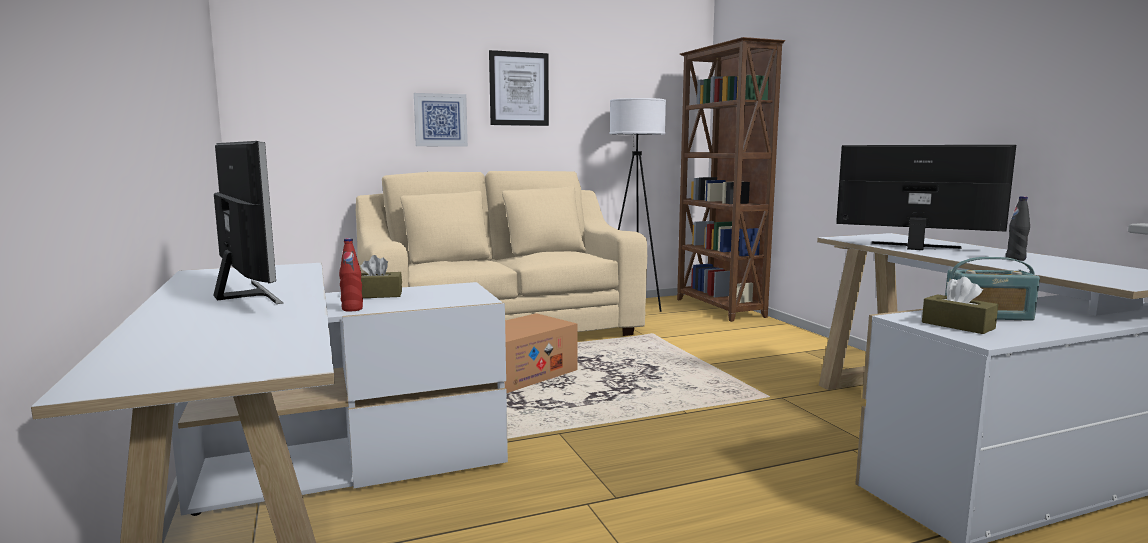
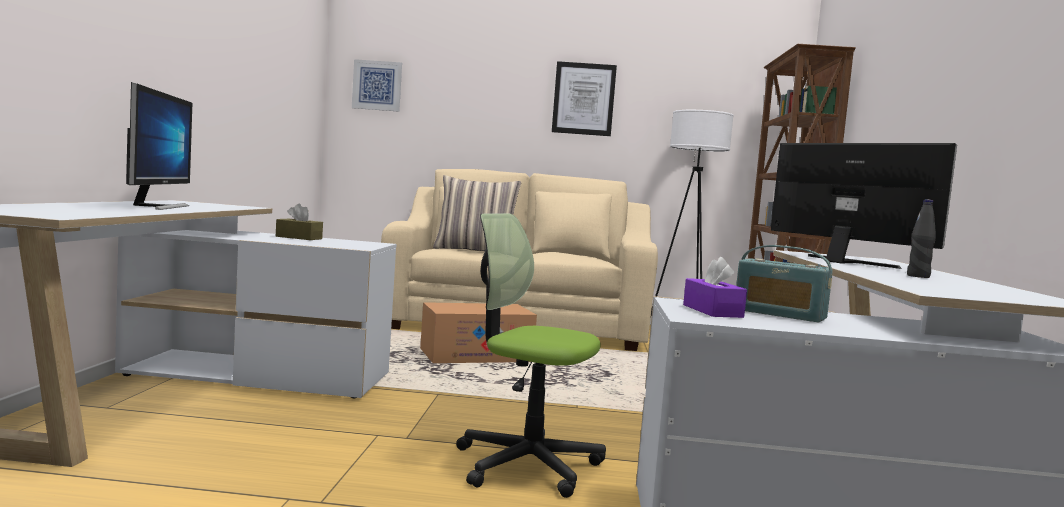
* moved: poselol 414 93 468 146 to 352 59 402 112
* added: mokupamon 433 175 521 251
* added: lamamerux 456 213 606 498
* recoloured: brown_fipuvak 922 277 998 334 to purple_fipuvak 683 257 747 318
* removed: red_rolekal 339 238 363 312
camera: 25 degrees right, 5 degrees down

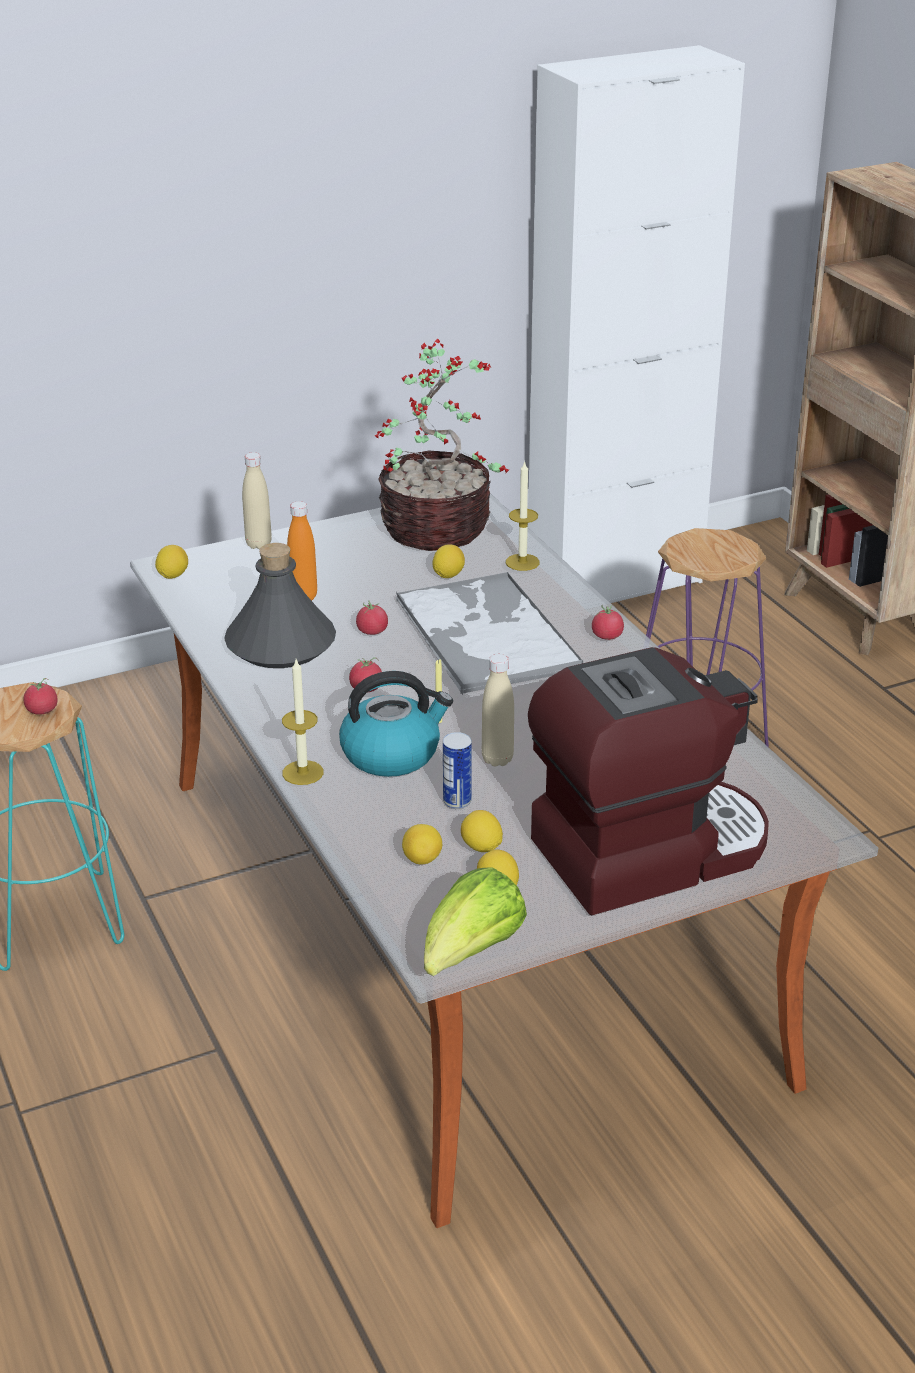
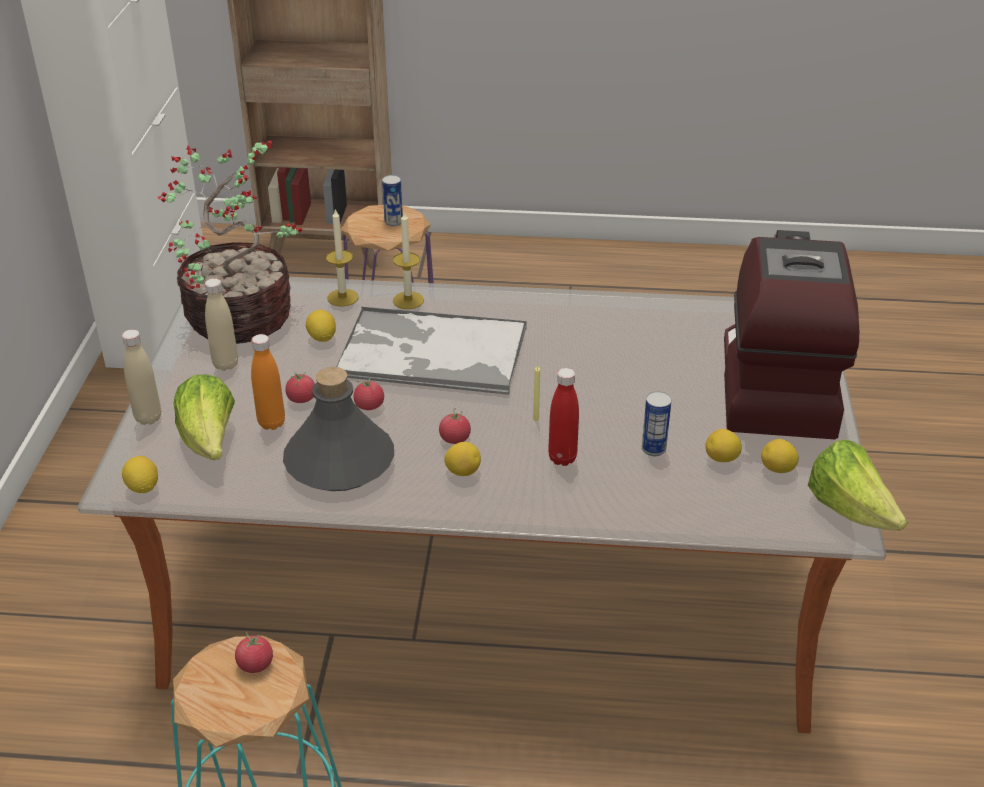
* added: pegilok 173 375 235 460
* moved: beige_rolekal 482 654 514 767 to 205 278 238 371
* moved: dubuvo 592 605 624 640 to 285 371 315 403
* added: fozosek 382 175 403 226
* moved: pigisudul 282 660 323 785 to 393 212 424 309
* moved: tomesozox 402 824 442 864 to 444 442 481 476
* replaced: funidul 339 671 453 777 to red_rolekal 548 368 579 466
camera: 60 degrees left, 5 degrees up

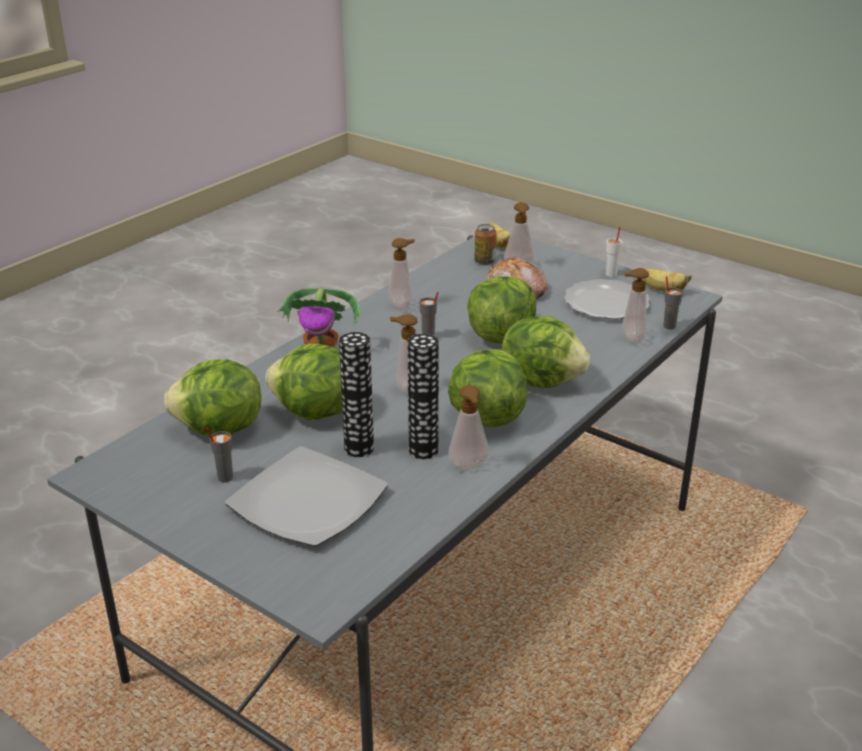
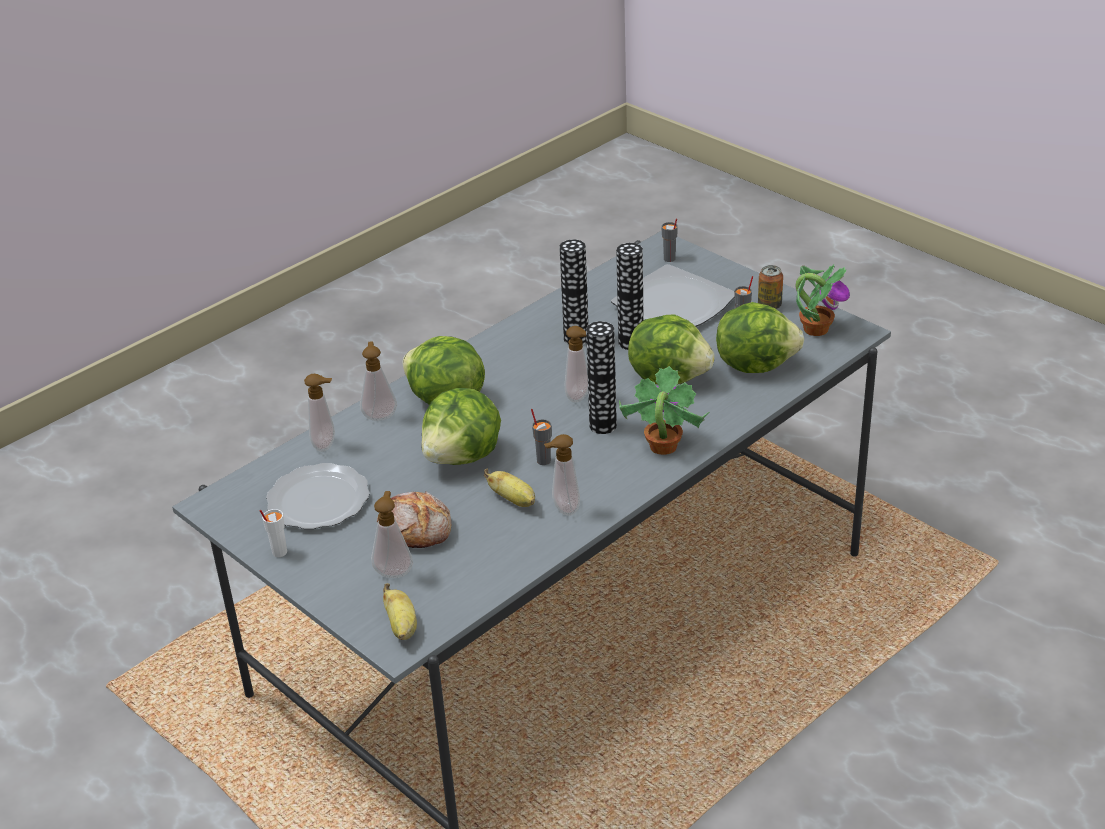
* moved: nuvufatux 448 385 488 471 to 360 341 397 421
* moved: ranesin 643 268 691 292 to 484 469 535 507
* added: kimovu 586 321 617 434
* moved: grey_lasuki 663 276 683 330 to 661 218 678 262
* moved: fozosek 474 224 497 265 to 758 265 783 309
* added: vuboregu 796 265 850 336
* removed: pegilok 448 349 527 427
camera: 170 degrees left, 5 degrees up

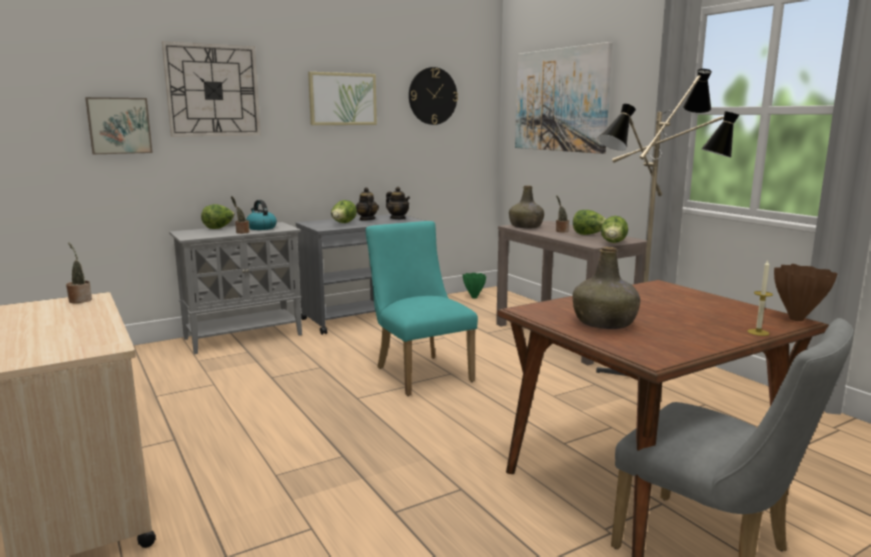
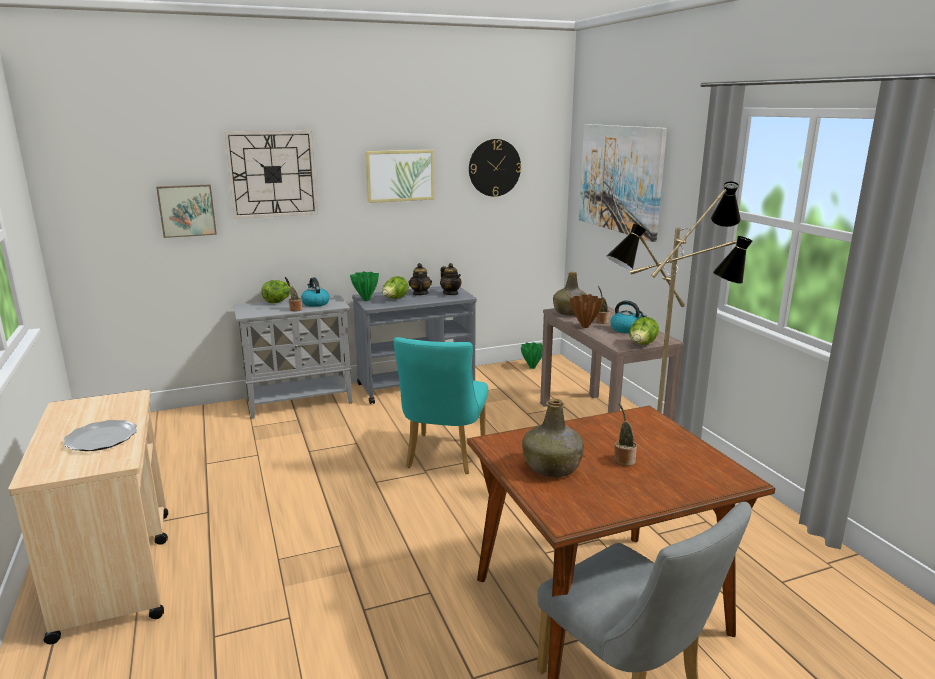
* added: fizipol 63 420 137 451
* added: green_kimovu 350 272 379 301
* turned: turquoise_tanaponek 366 221 478 396 = 394 337 488 474 150 degrees counterclockwise
* moved: brown_kimovu 774 264 838 321 to 570 294 604 328
* replaced: pegilok 573 210 606 235 to funidul 610 300 647 333
* moved: vuboregu 66 242 92 303 to 614 403 637 466
* removed: pigisudul 747 260 773 336
camera: 10 degrees right, 5 degrees up

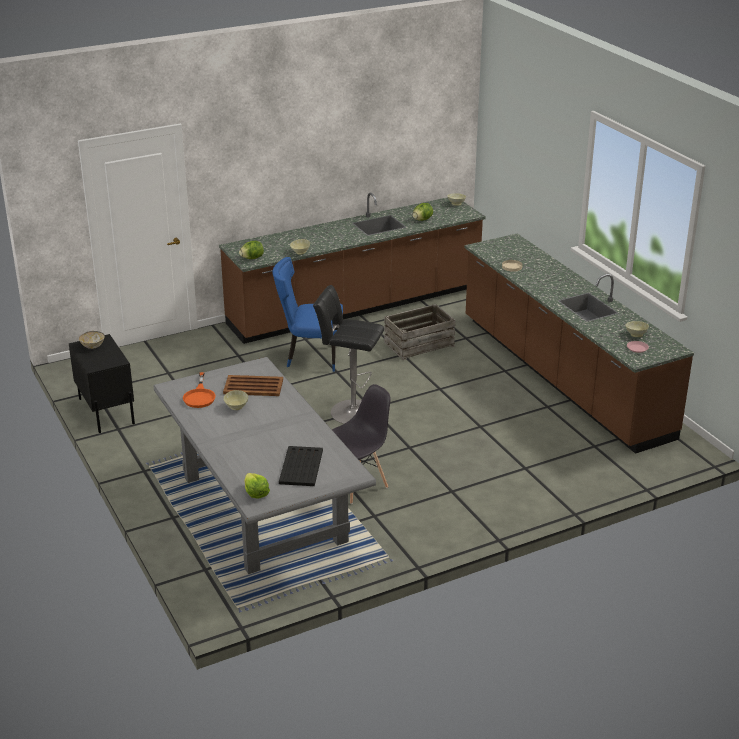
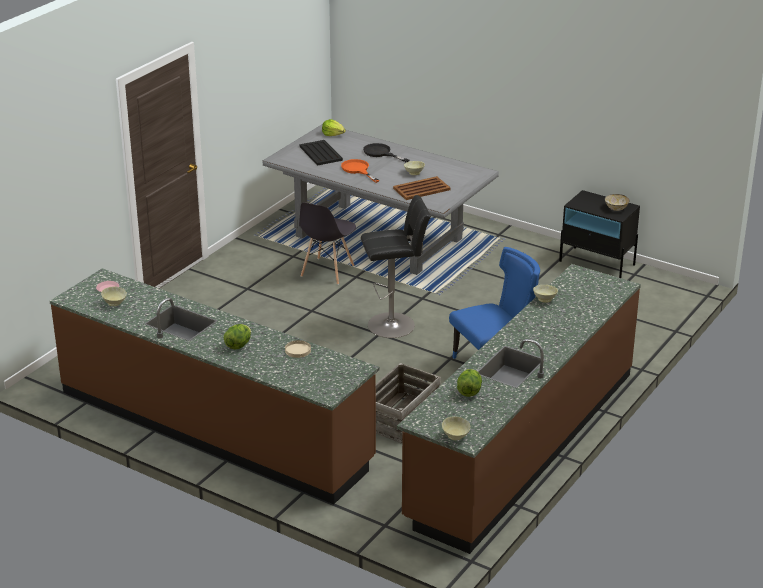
* moved: pegilok 239 241 264 259 to 224 324 251 350
* moved: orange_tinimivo 183 372 216 408 to 341 159 380 183
* added: black_tinimivo 363 143 409 163
camera: 150 degrees right, 0 degrees up

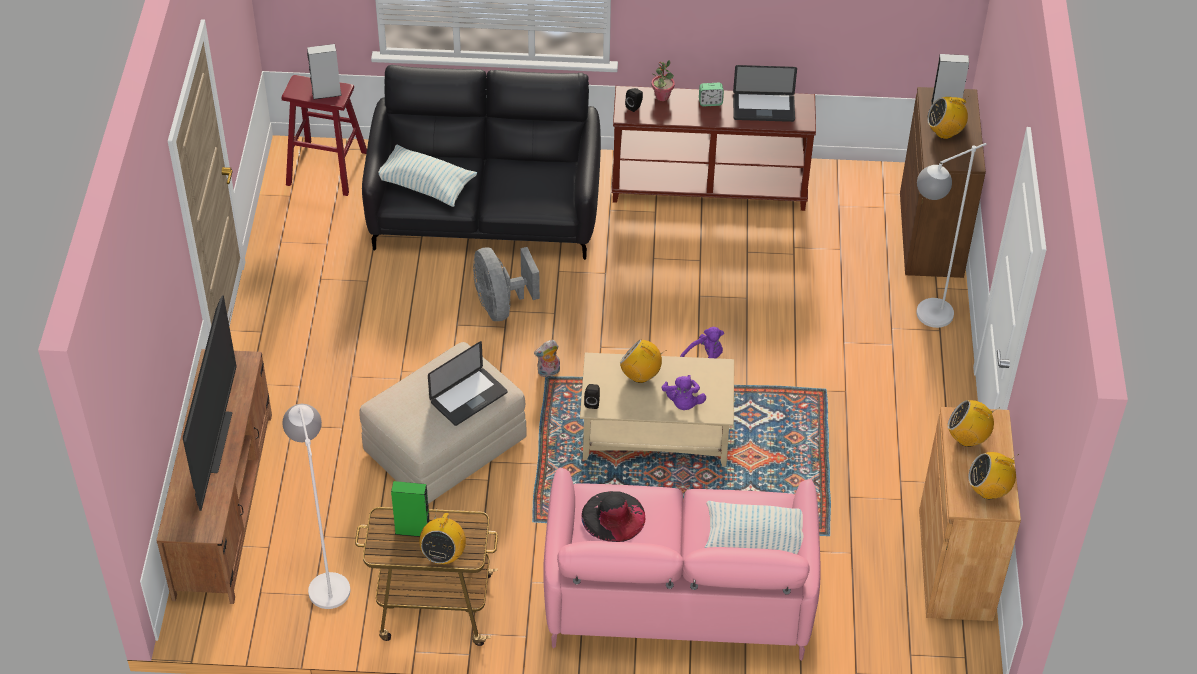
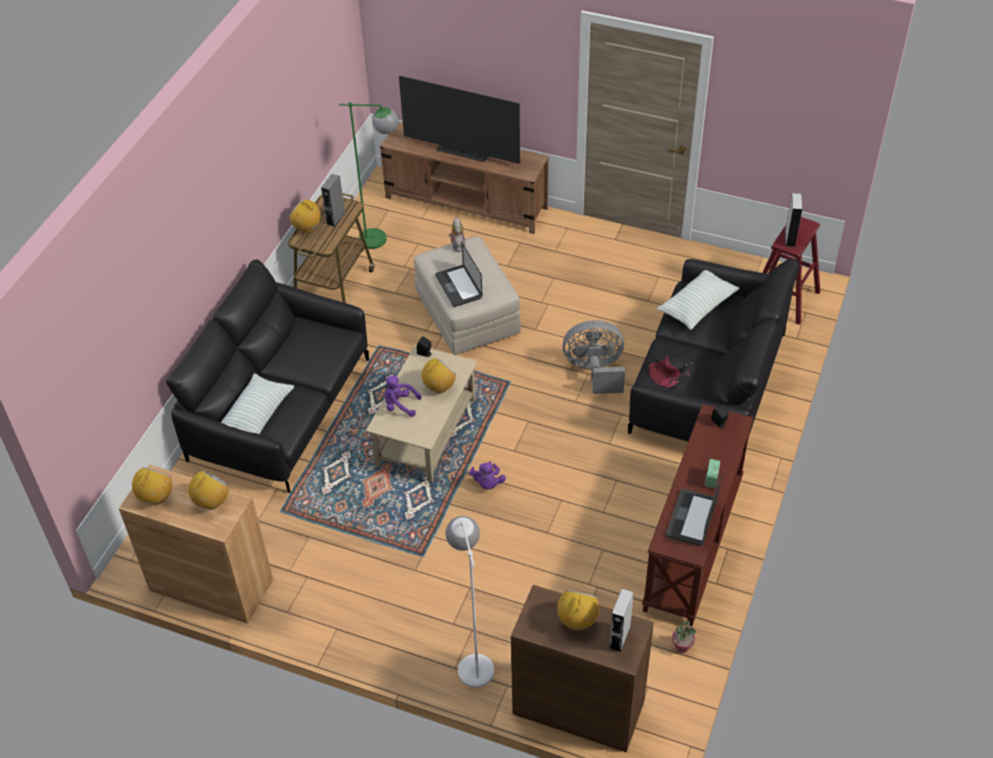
* recoloured: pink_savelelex 543 468 821 661 to black_savelelex 166 260 369 493
* recoloured: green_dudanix 391 481 430 537 to grey_dudanix 321 174 345 227
* recoloured: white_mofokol 282 404 350 609 to green_mofokol 339 102 398 249
* moved: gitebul 534 340 560 377 to 449 217 466 252
* moved: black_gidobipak 582 491 646 542 to 648 351 697 389
* moved: vuboregu 651 60 675 101 to 672 620 696 653
camera: 110 degrees right, 0 degrees up

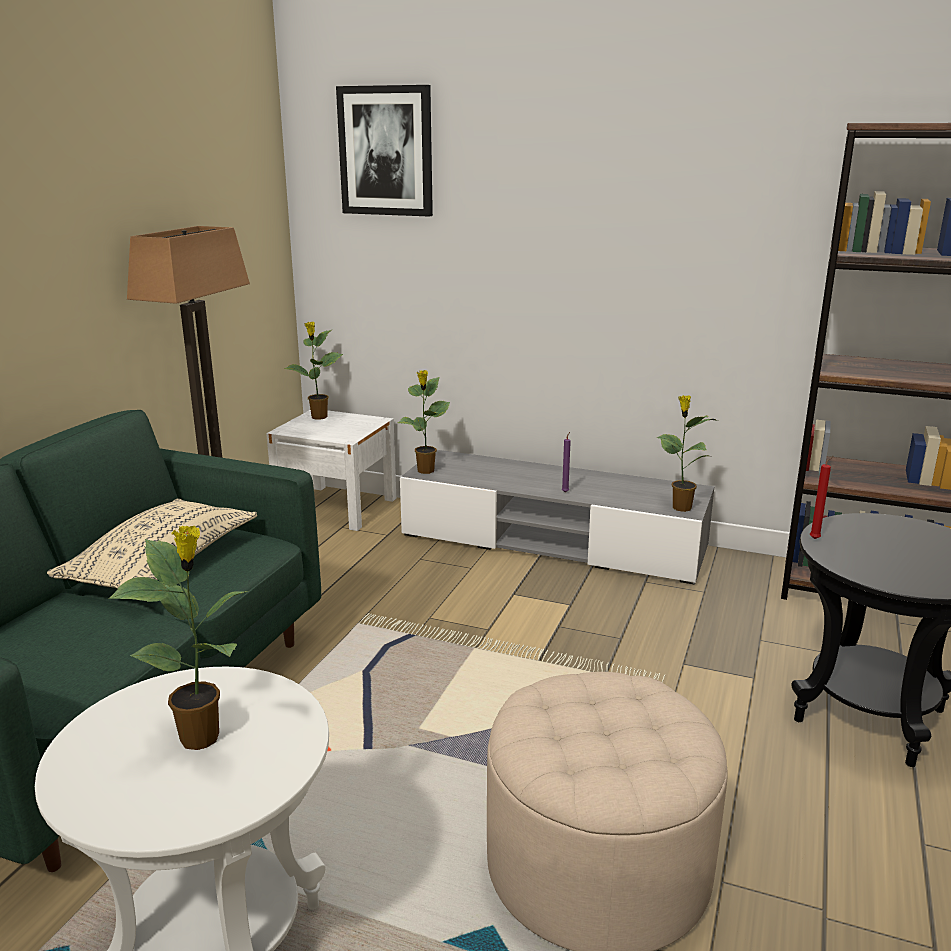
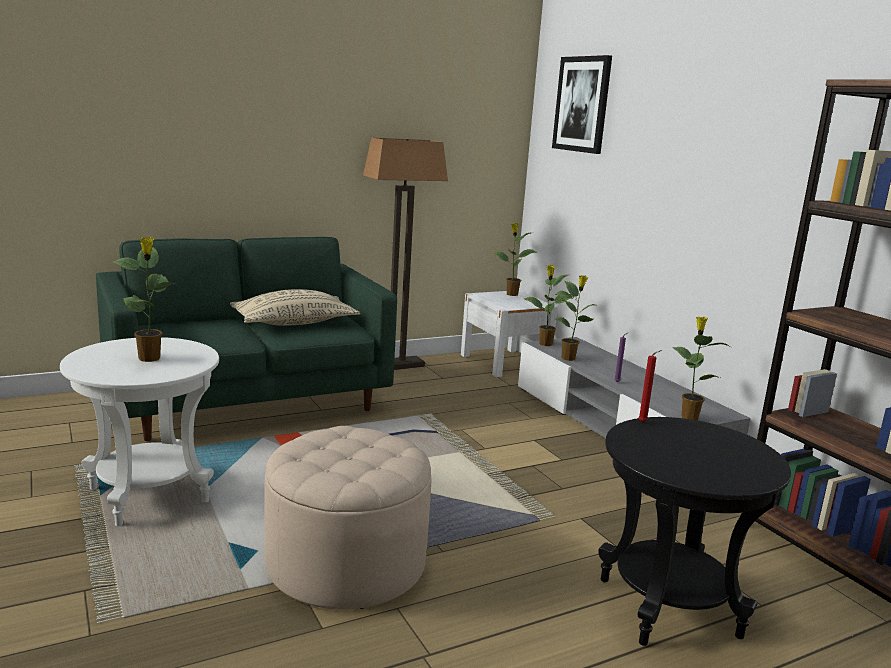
* added: vuboregu 555 275 595 361
camera: 40 degrees right, 5 degrees down

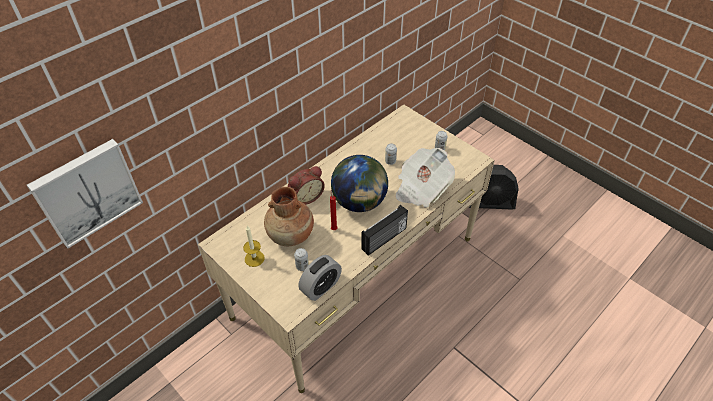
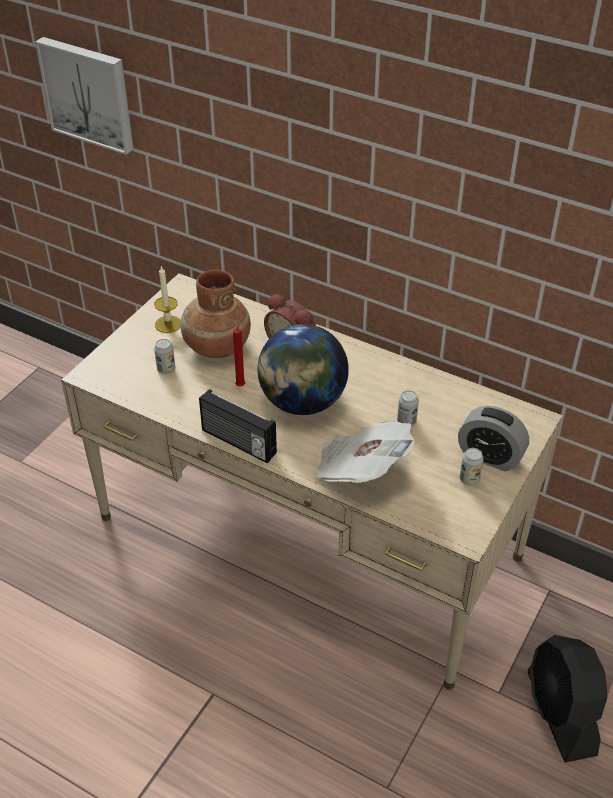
* moved: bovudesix 298 255 342 301 to 458 406 529 471
camera: 75 degrees right, 5 degrees down

